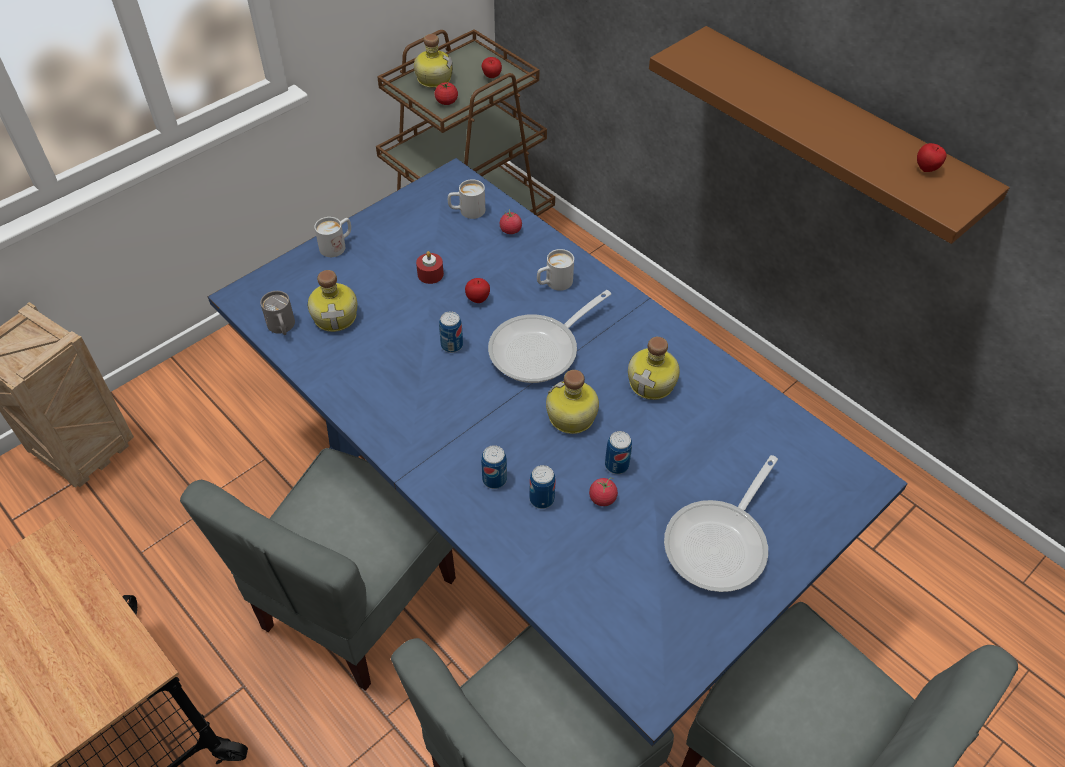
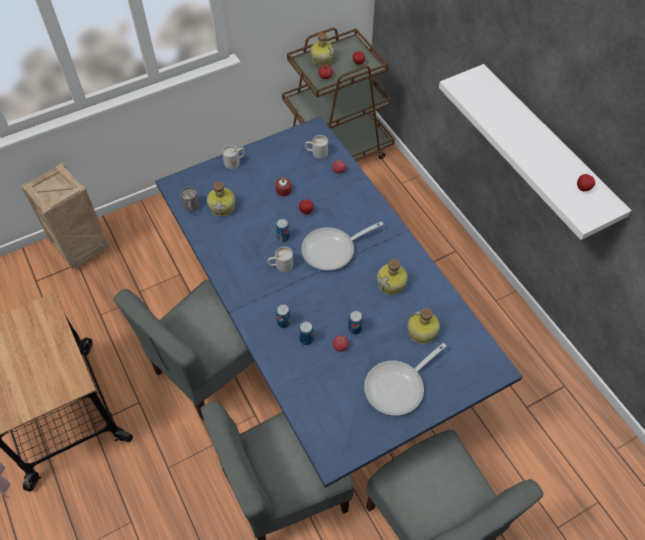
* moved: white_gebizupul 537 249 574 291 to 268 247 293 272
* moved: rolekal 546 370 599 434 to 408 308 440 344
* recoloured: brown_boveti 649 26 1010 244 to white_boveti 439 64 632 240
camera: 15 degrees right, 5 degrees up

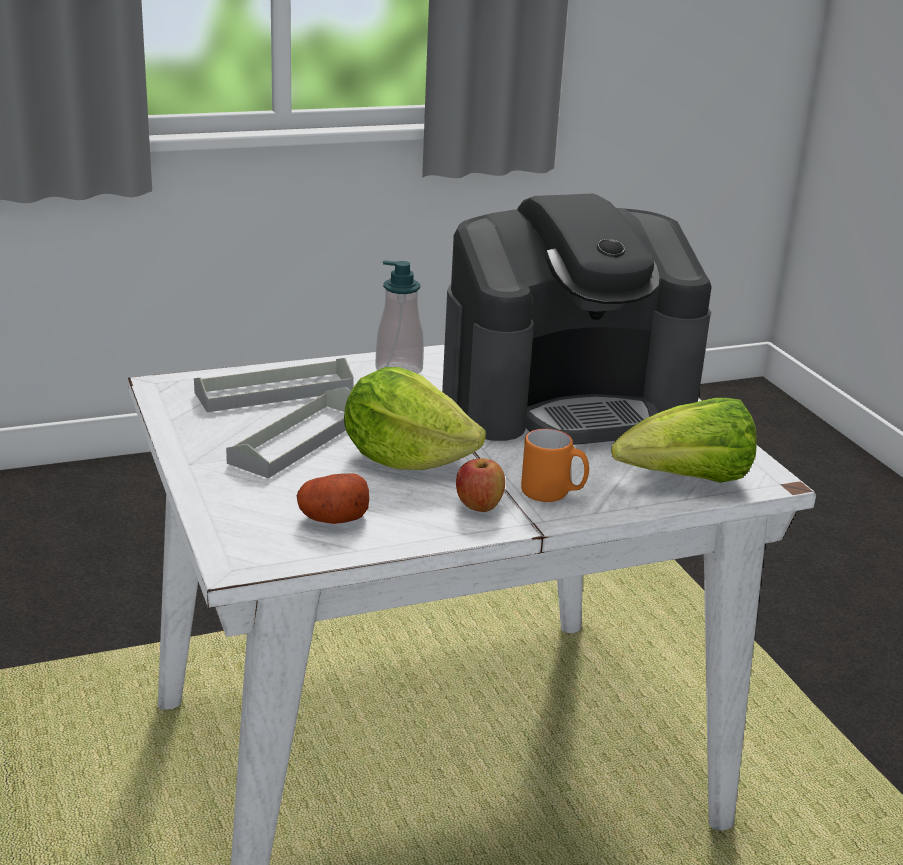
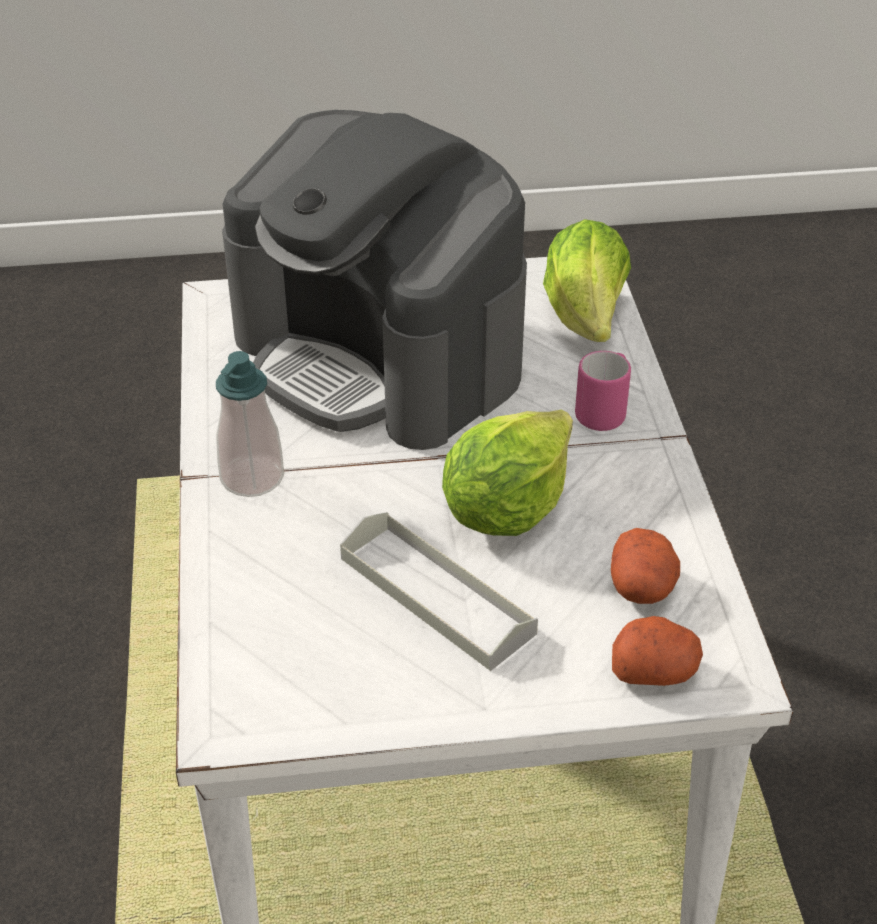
* turned: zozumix 442 193 712 445 = 222 110 527 450 135 degrees clockwise
* recoloured: orange_gebizupul 521 429 589 502 to pink_gebizupul 575 351 631 431
* added: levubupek 612 616 703 686
* removed: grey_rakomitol 194 358 354 412
* removed: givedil 456 458 505 512
camera: 75 degrees left, 15 degrees up

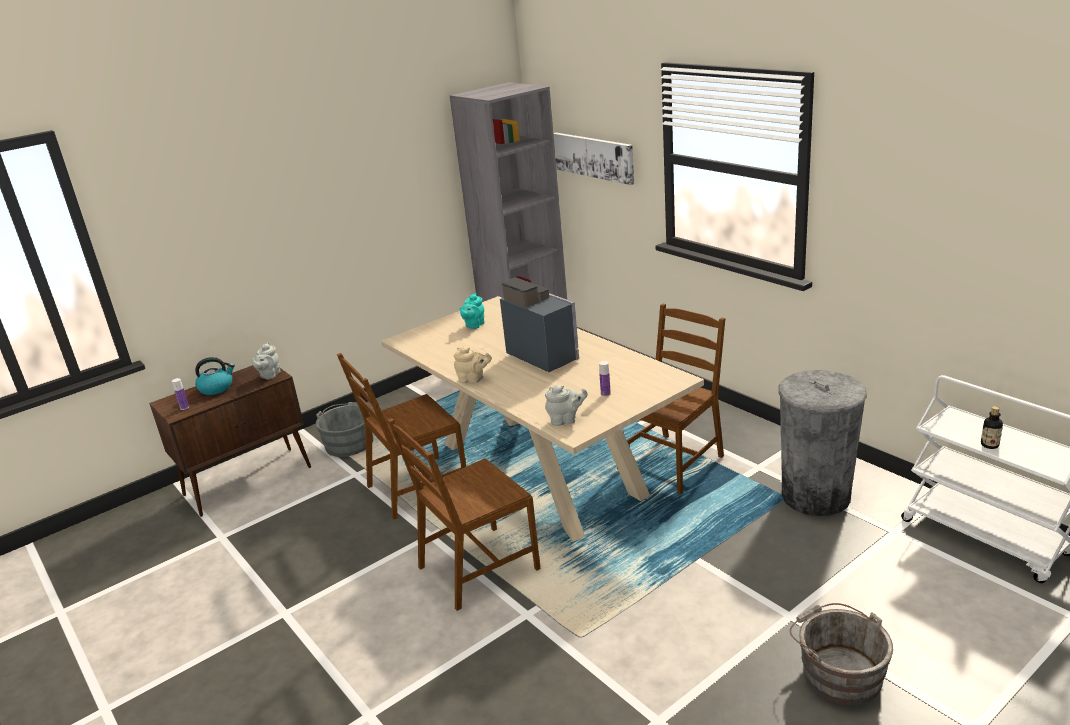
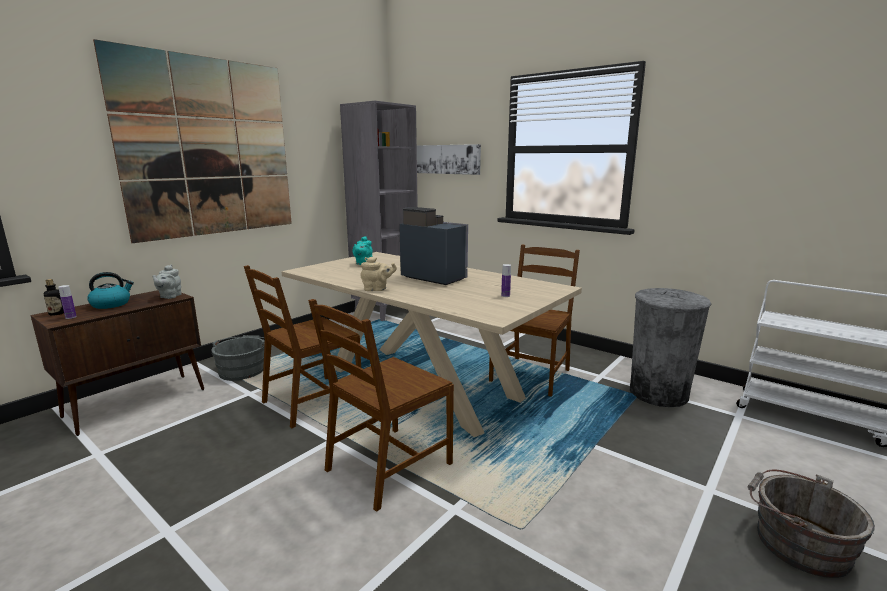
* moved: rolekal 981 406 1003 449 to 44 279 64 315
* added: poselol 93 39 292 243
* removed: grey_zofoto 545 385 588 426
camera: 15 degrees left, 10 degrees down

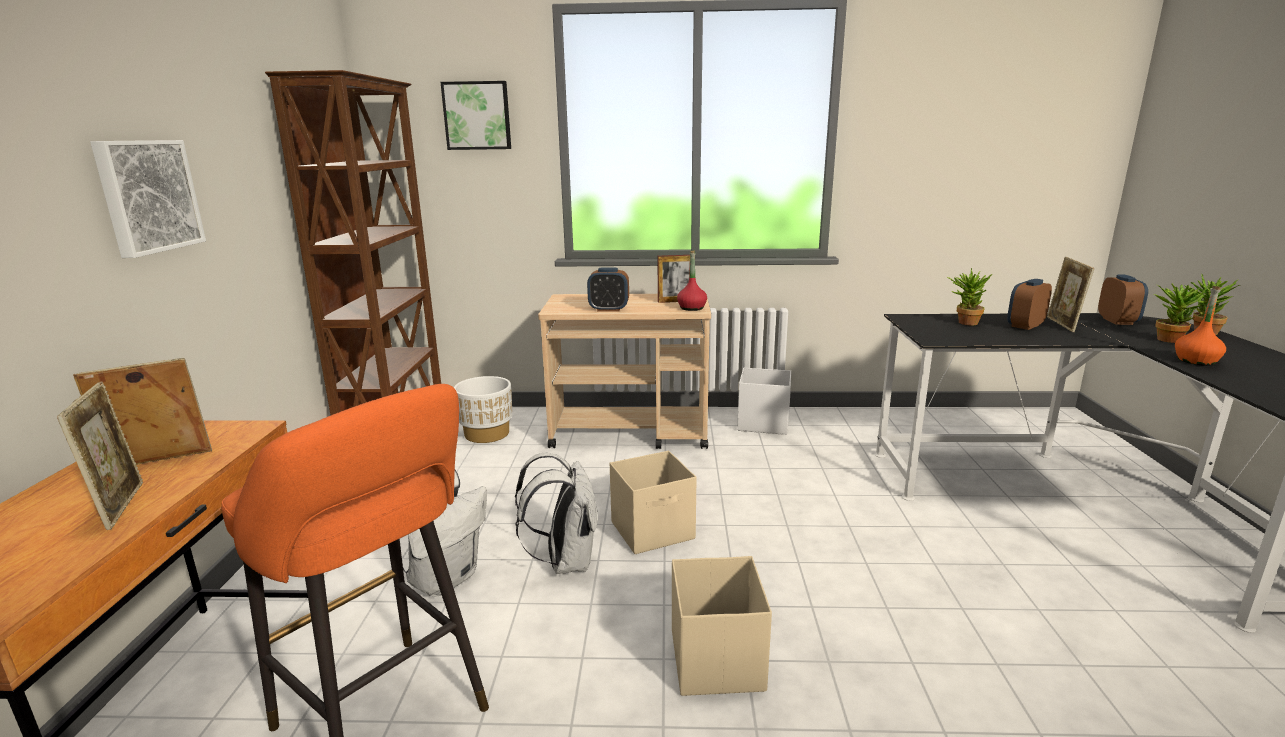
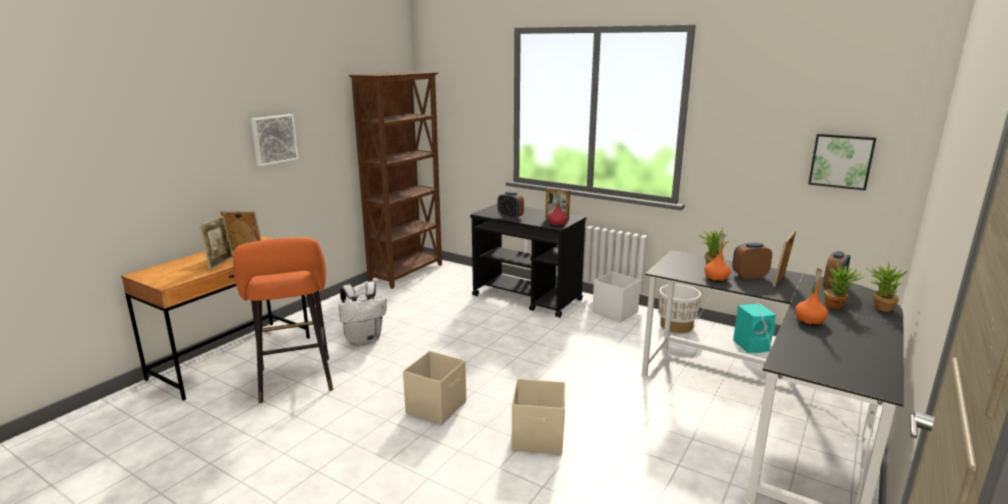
* recoloured: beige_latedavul 538 294 711 449 to black_latedavul 470 203 586 318
* moved: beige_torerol 610 451 697 554 to 512 379 566 454
* moved: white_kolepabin 454 376 512 443 to 658 284 701 333
* added: orange_rolekal 704 233 731 282
* added: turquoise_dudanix 733 304 776 353
* moved: poselol 440 81 511 150 to 808 133 877 191
* removed: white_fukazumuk 515 453 598 574
camera: 30 degrees right, 0 degrees up

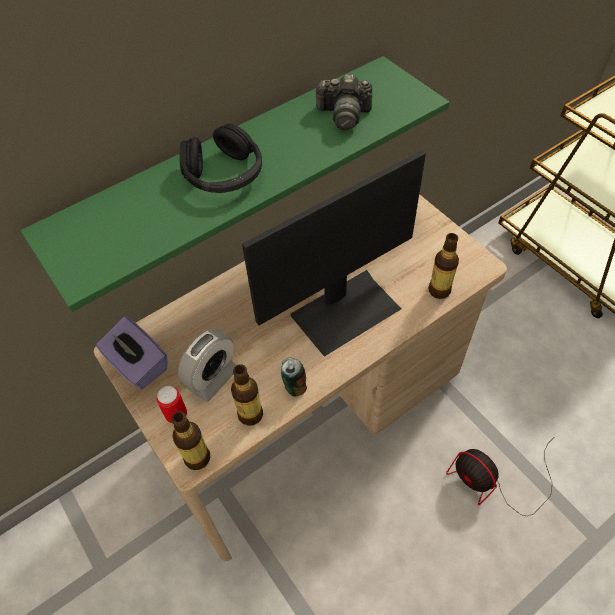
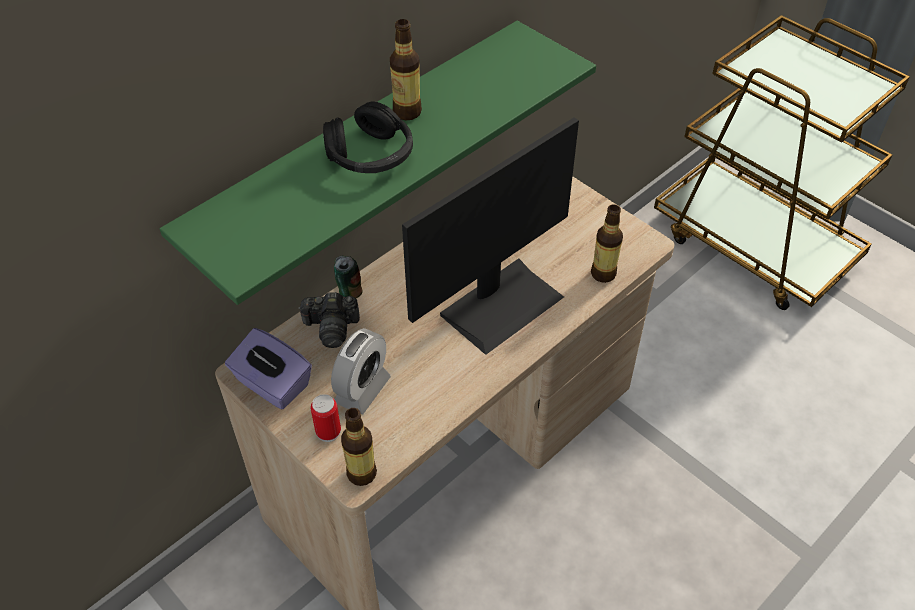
* moved: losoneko 314 74 372 130 to 298 292 360 348
* moved: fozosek 281 357 307 397 to 334 256 362 298
* moved: rolekal 231 364 263 426 to 390 19 422 120
* removed: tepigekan 446 444 552 516
camera: 10 degrees left, 5 degrees down

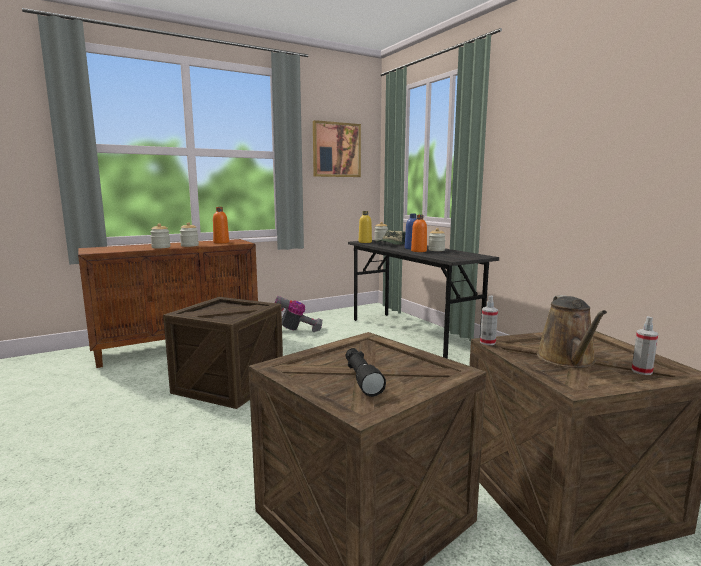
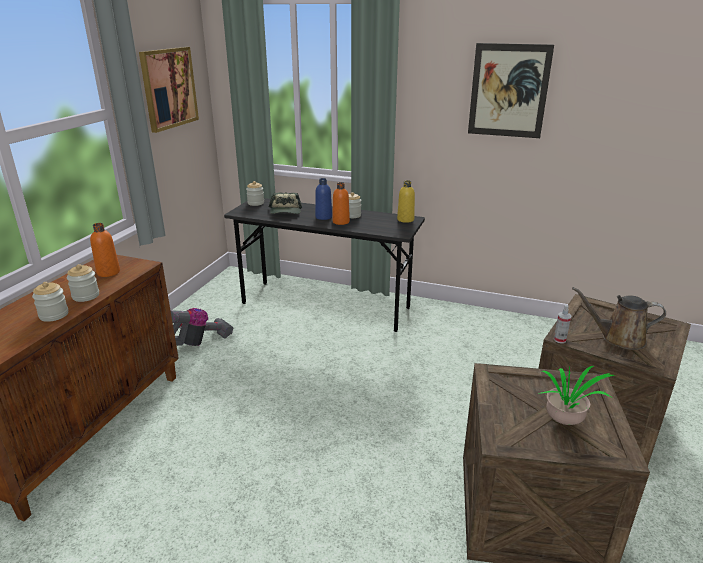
* moved: yellow_rolekal 359 211 372 243 to 397 180 415 223
* added: poselol 468 43 554 138
* replaced: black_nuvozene 346 348 386 397 to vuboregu 539 366 614 425
* turned: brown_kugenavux 537 295 607 368 = 572 287 666 350 135 degrees clockwise
* removed: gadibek 163 297 283 409
* removed: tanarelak 632 316 658 375
camera: 40 degrees left, 15 degrees up

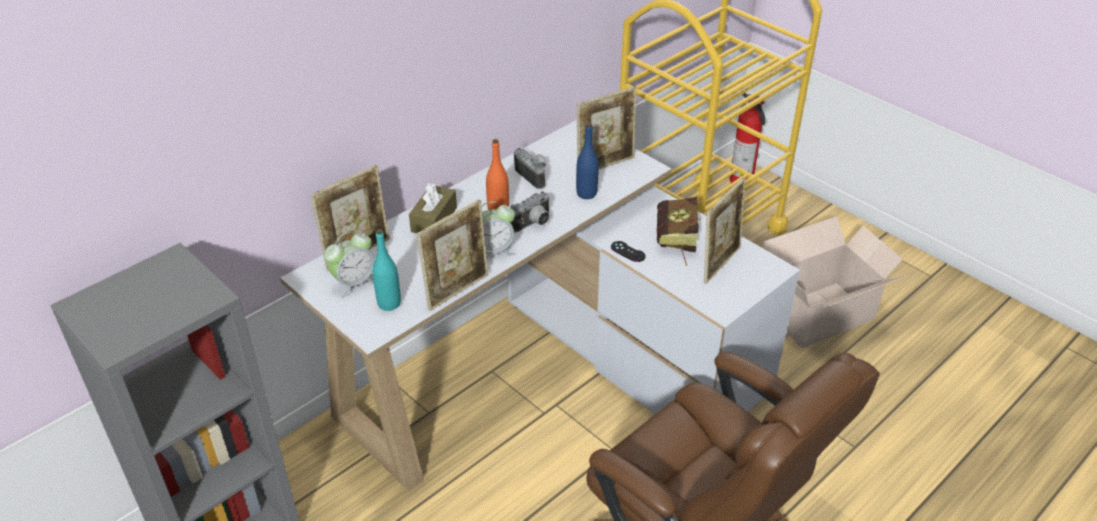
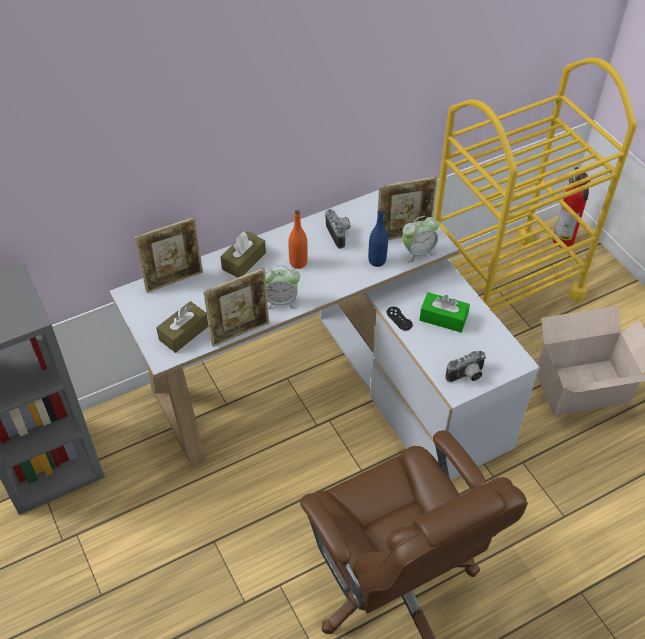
* replaced: turquoise_rolekal 372 229 401 311 to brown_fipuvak 156 301 209 353
* moved: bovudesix 324 232 375 298 to 402 216 439 263
* replaced: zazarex 657 197 701 266 to green_fipuvak 419 292 470 332
* moved: losoneko 510 191 550 232 to 445 351 486 382
* removed: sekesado 704 178 746 284
camera: 15 degrees right, 10 degrees up

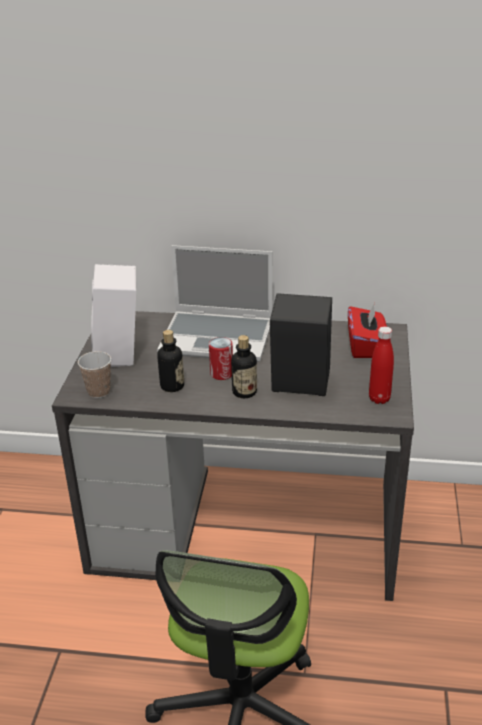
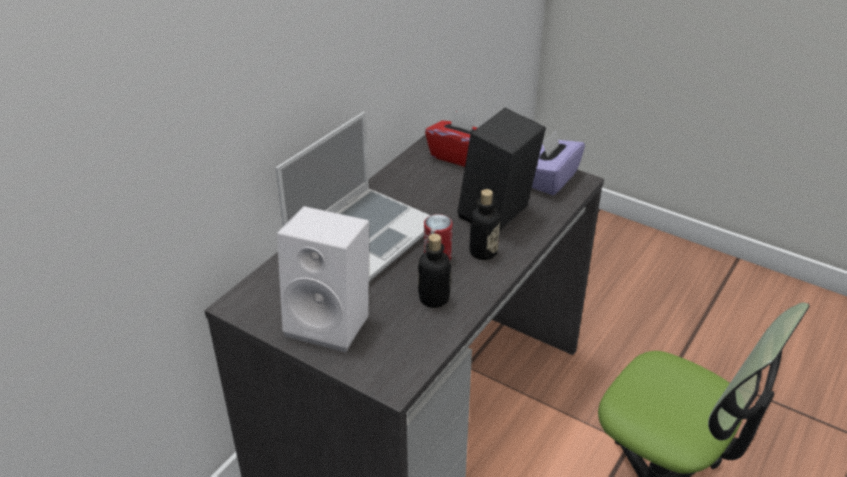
* replaced: red_rolekal 369 327 394 404 to purple_fipuvak 532 130 585 195
* removed: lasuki 78 351 111 398
camera: 65 degrees left, 5 degrees up

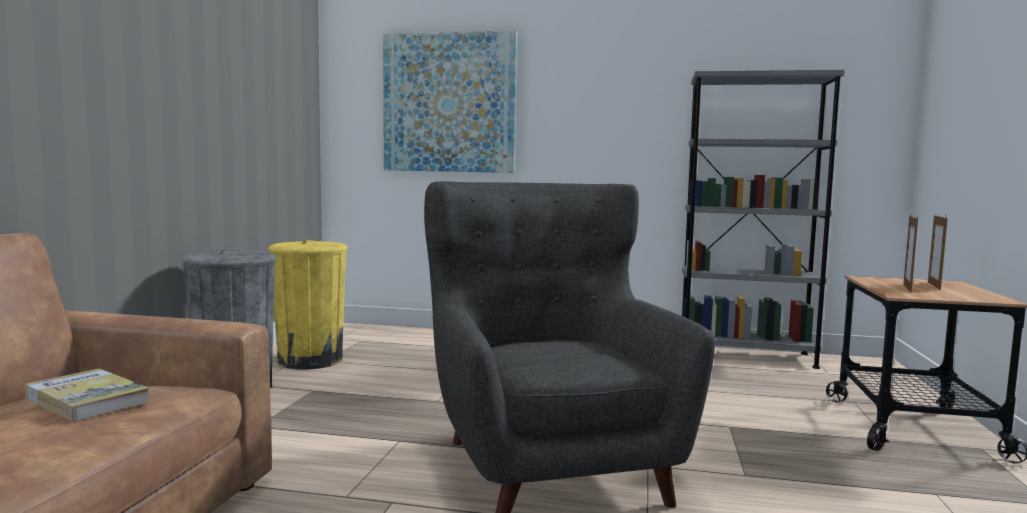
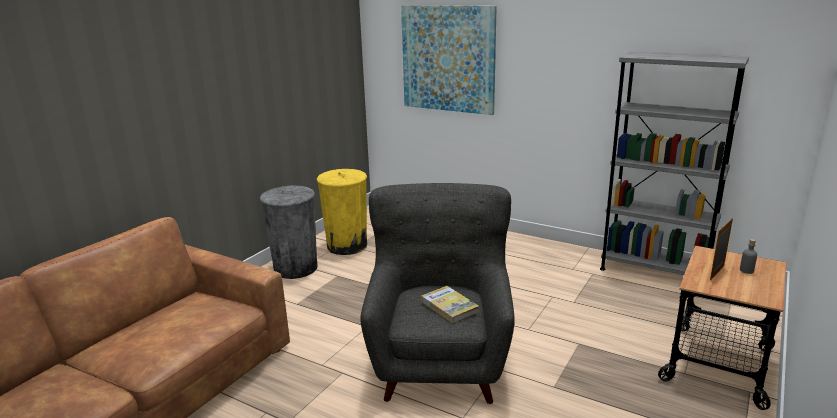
* moved: zazarex 25 369 150 422 to 421 286 479 323
* replaced: sekesado 928 215 948 290 to grey_rolekal 740 239 757 274
camera: 20 degrees right, 15 degrees up

